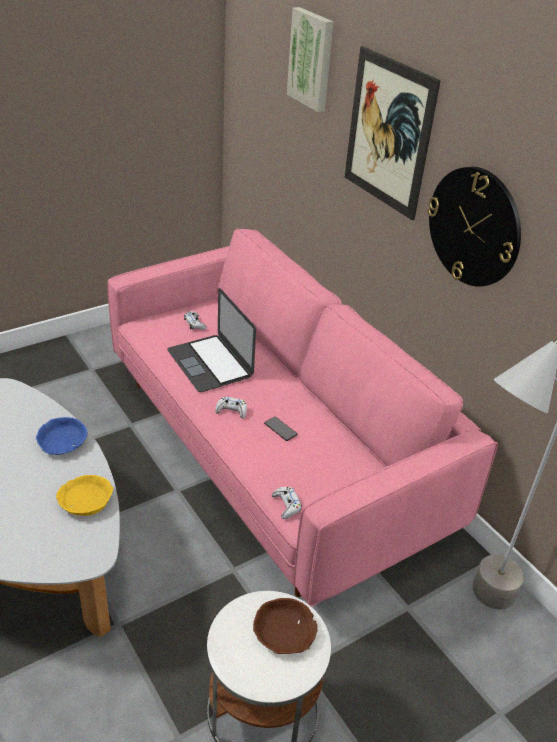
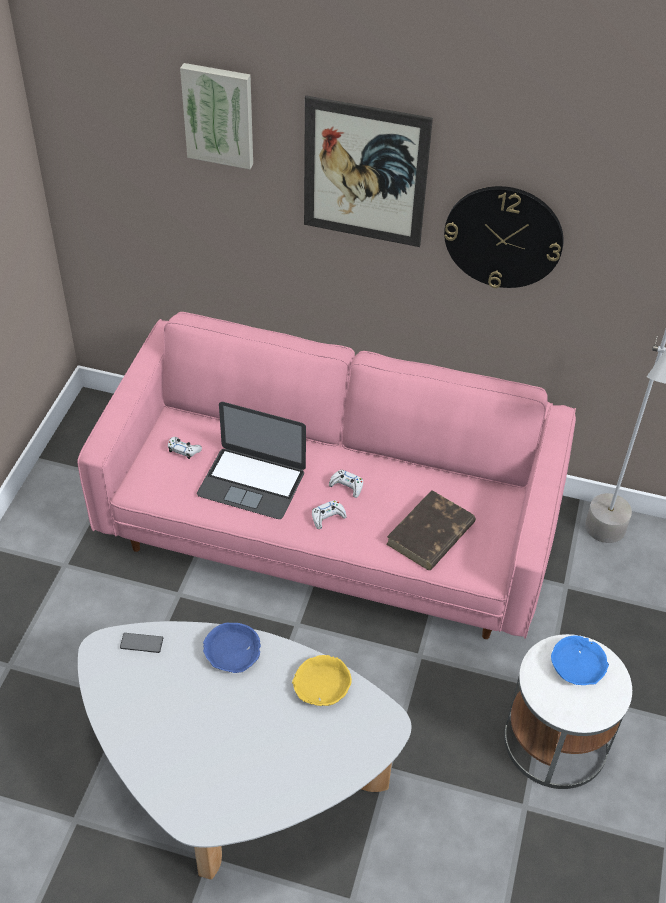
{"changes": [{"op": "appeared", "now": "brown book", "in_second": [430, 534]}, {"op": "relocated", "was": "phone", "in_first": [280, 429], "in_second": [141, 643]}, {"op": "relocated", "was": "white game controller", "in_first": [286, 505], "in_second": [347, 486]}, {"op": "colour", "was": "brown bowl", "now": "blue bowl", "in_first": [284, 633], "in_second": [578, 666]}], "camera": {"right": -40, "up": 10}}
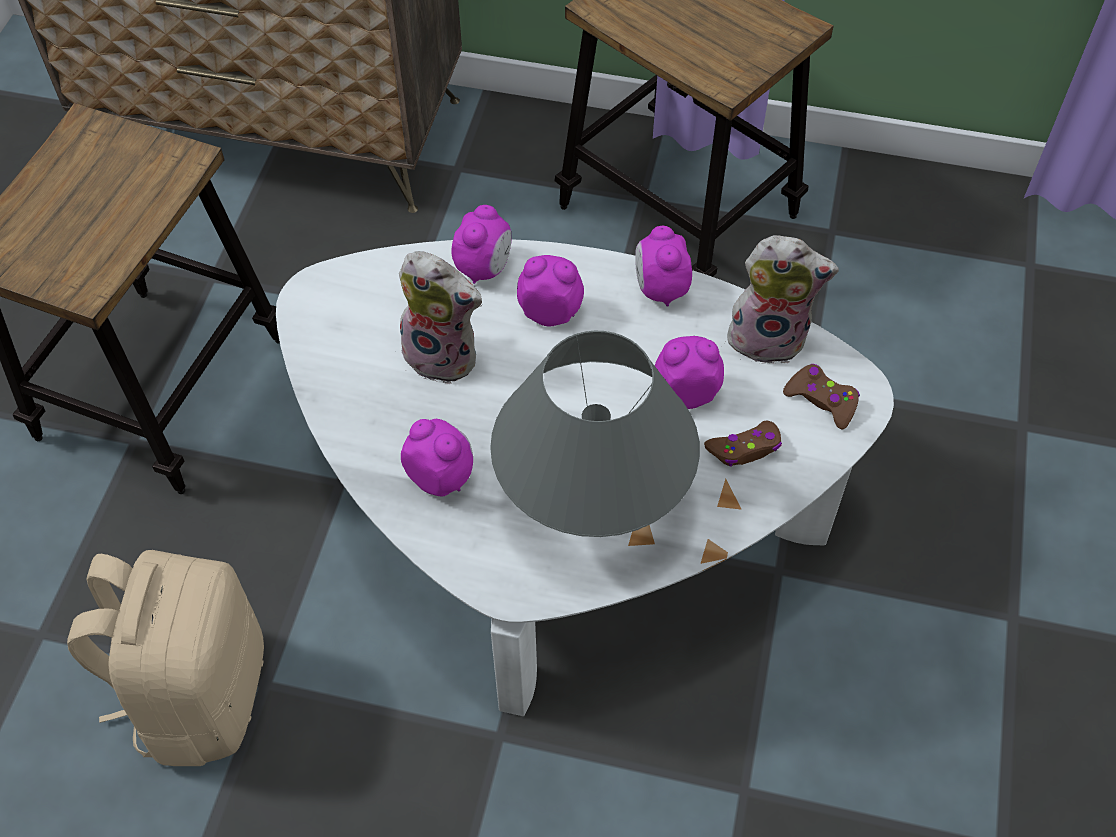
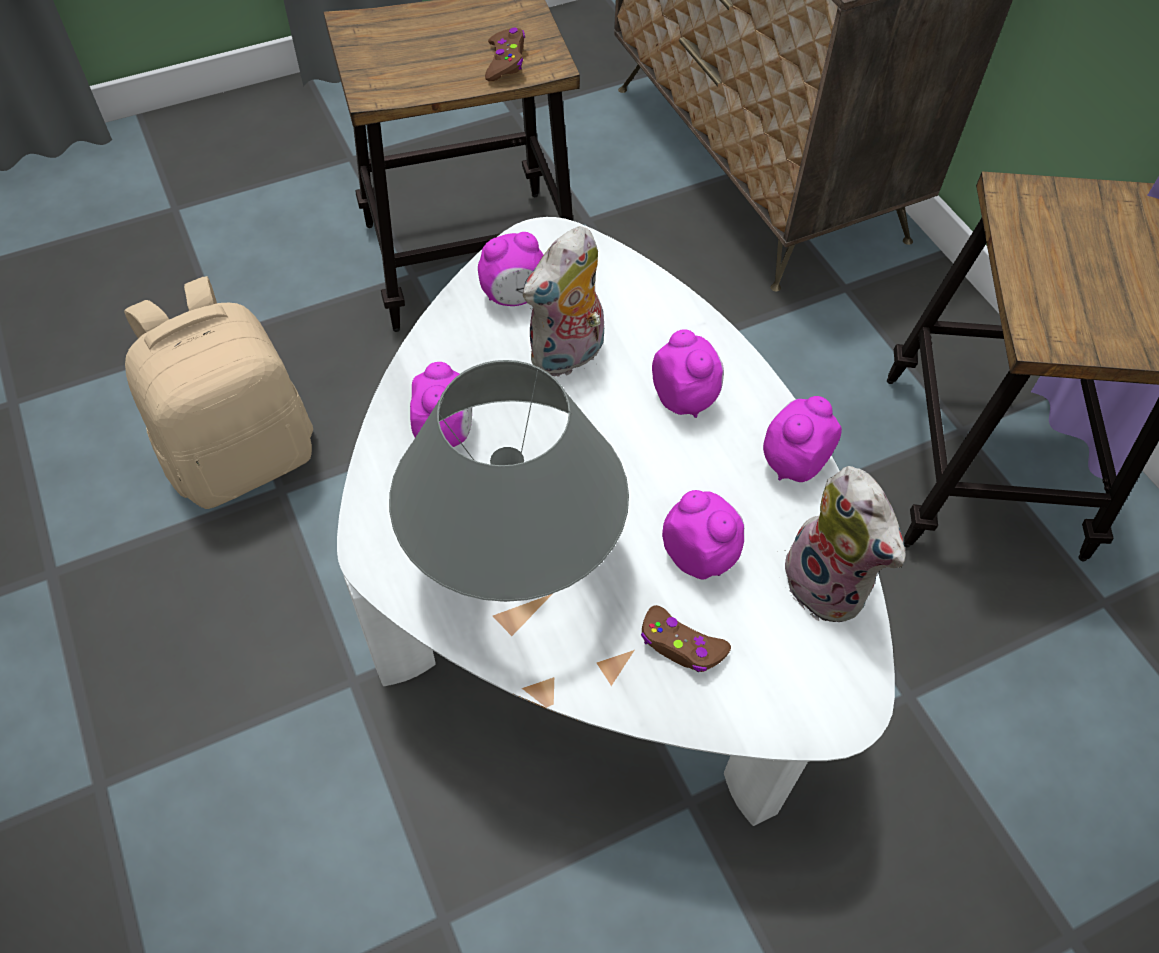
{"changes": [{"op": "relocated", "was": "alarm clock", "in_first": [484, 268], "in_second": [514, 296]}, {"op": "relocated", "was": "brown game controller", "in_first": [822, 400], "in_second": [505, 62]}, {"op": "spun", "was": "plush toy", "in_first": [445, 355], "in_second": [568, 357], "clockwise": 60}], "camera": {"right": 50, "up": 0}}
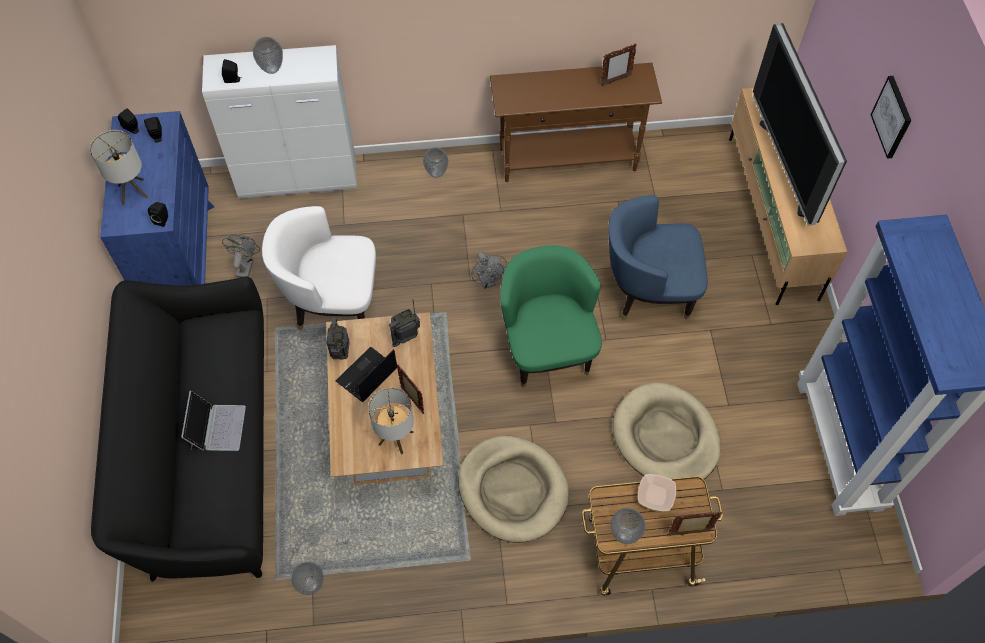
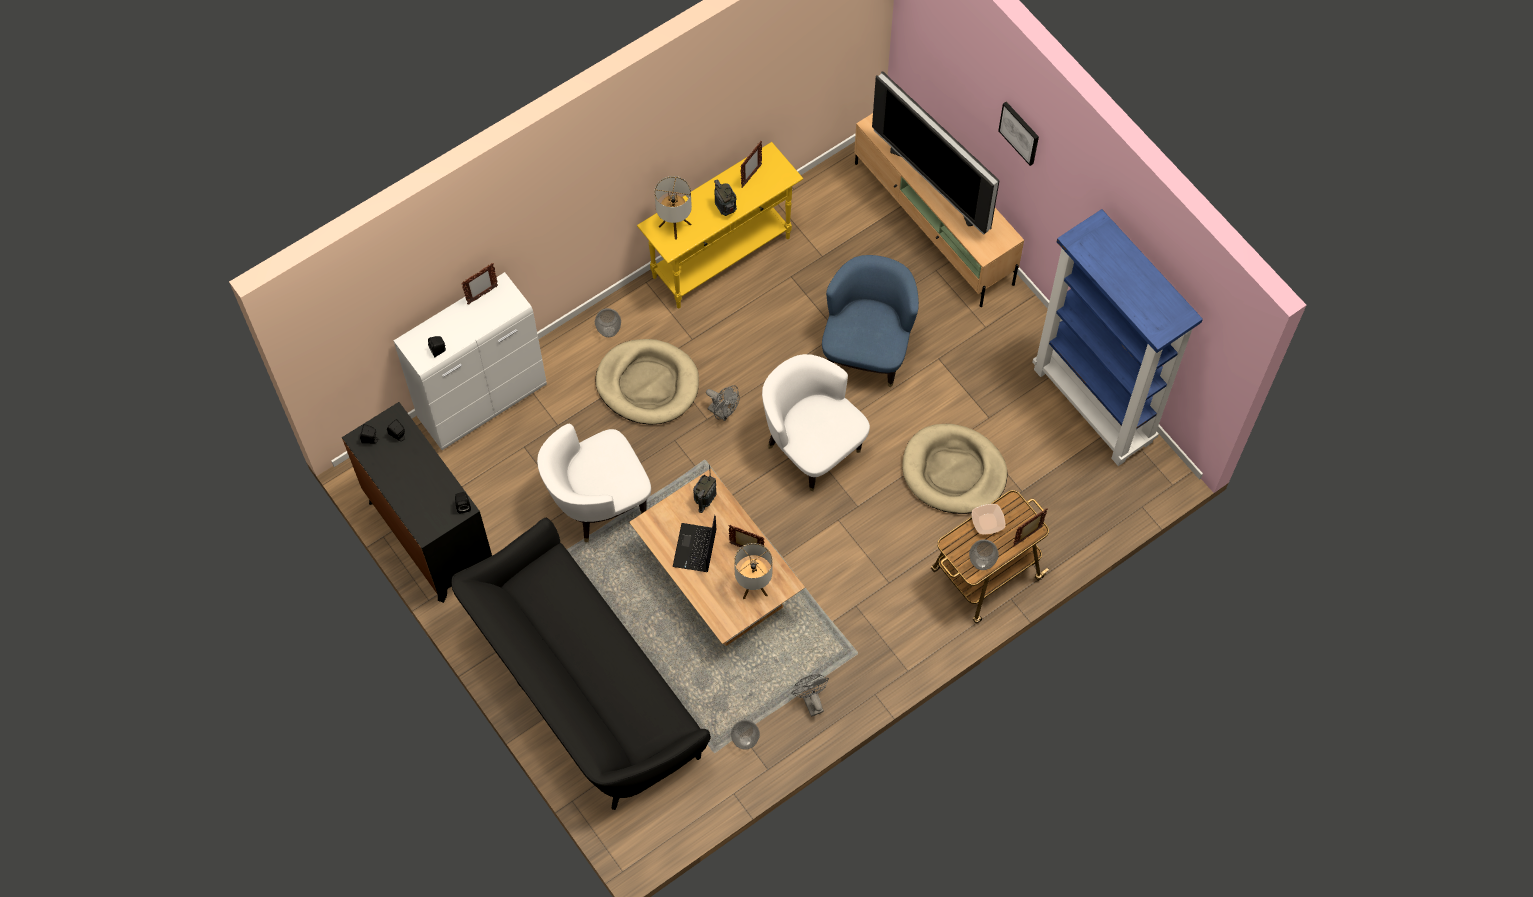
{"changes": [{"op": "missing", "was": "laptop", "in_first": [217, 427]}, {"op": "missing", "was": "vase", "in_first": [271, 69]}, {"op": "appeared", "now": "picture frame", "in_second": [482, 295]}, {"op": "relocated", "was": "table lamp", "in_first": [133, 191], "in_second": [675, 225]}, {"op": "relocated", "was": "grey fan", "in_first": [245, 266], "in_second": [811, 700]}, {"op": "relocated", "was": "radio", "in_first": [341, 352], "in_second": [725, 209]}, {"op": "relocated", "was": "beige dog bed", "in_first": [513, 490], "in_second": [648, 384]}, {"op": "colour", "was": "blue dresser", "now": "black dresser", "in_first": [181, 258], "in_second": [430, 534]}, {"op": "colour", "was": "brown console table", "now": "yellow console table", "in_first": [568, 160], "in_second": [722, 257]}, {"op": "colour", "was": "green armchair", "now": "white armchair", "in_first": [546, 348], "in_second": [811, 446]}, {"op": "spun", "was": "blue armchair", "in_first": [649, 291], "in_second": [867, 349], "clockwise": 135}], "camera": {"right": -30, "up": 5}}
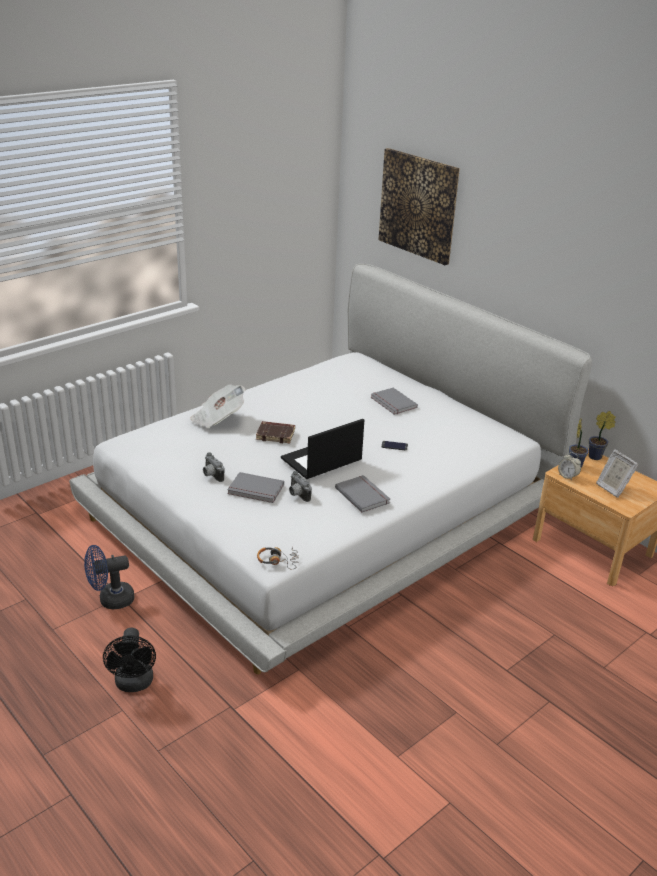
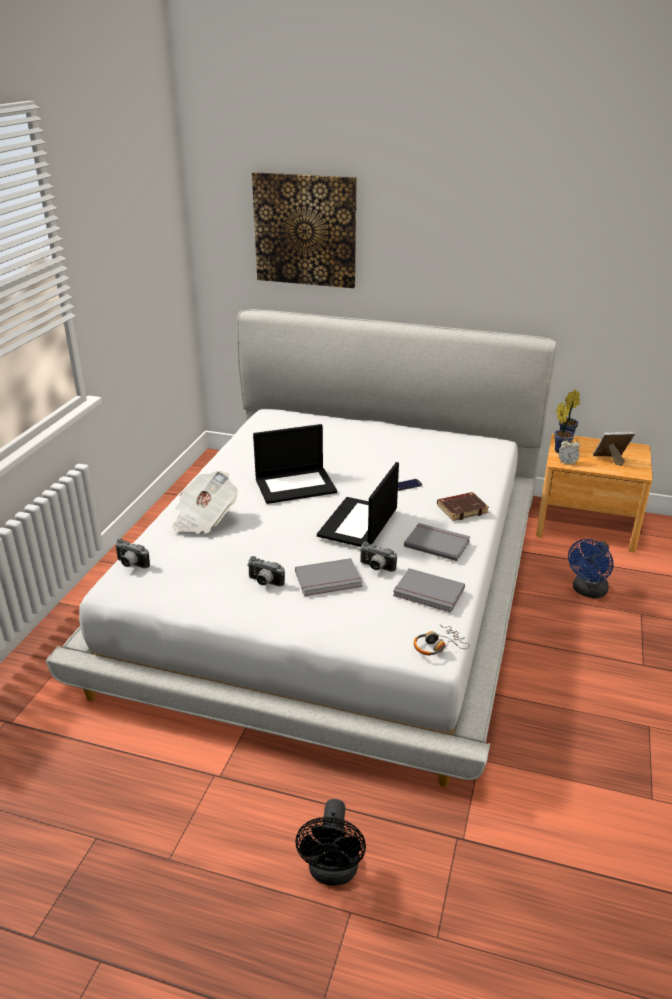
{"changes": [{"op": "appeared", "now": "photo camera", "in_second": [130, 565]}, {"op": "appeared", "now": "laptop", "in_second": [296, 485]}, {"op": "relocated", "was": "blue fan", "in_first": [110, 600], "in_second": [587, 591]}, {"op": "relocated", "was": "brown book", "in_first": [276, 435], "in_second": [462, 509]}, {"op": "relocated", "was": "grey book", "in_first": [392, 403], "in_second": [428, 593]}, {"op": "spun", "was": "black fan", "in_first": [134, 684], "in_second": [332, 872], "clockwise": 45}, {"op": "spun", "was": "picture frame", "in_first": [612, 488], "in_second": [610, 460], "clockwise": 150}], "camera": {"right": -30, "up": 0}}
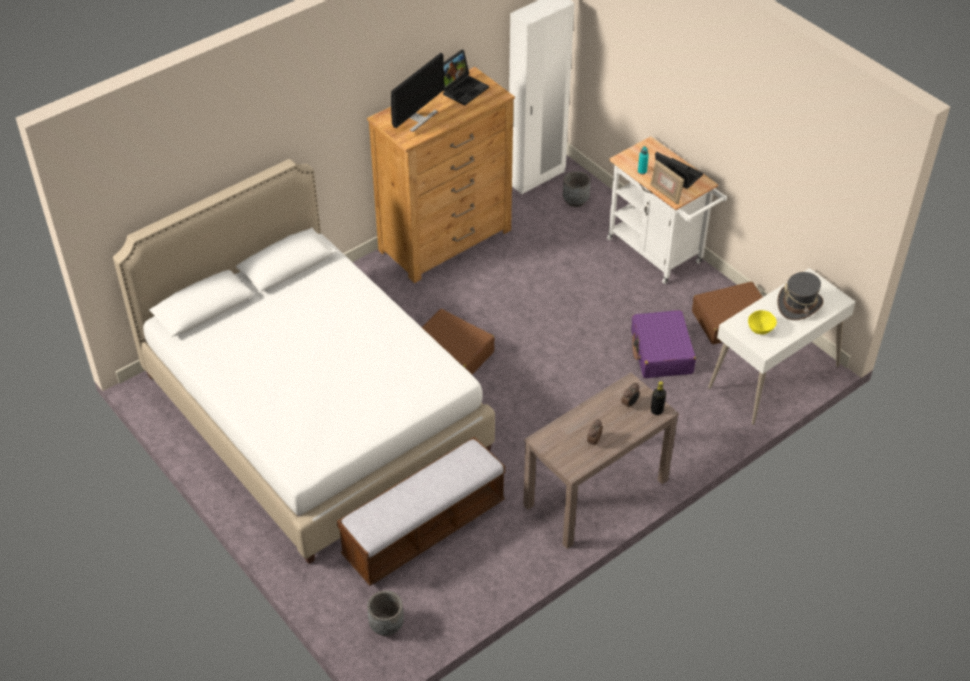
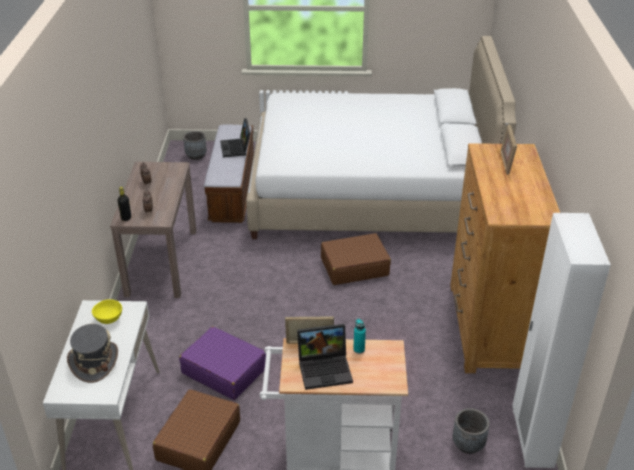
{"changes": [{"op": "relocated", "was": "laptop", "in_first": [463, 88], "in_second": [236, 148]}, {"op": "exchanged", "was": "monitor", "now": "picture frame", "in_first": [418, 119], "in_second": [506, 163]}], "camera": {"right": 130, "up": -10}}
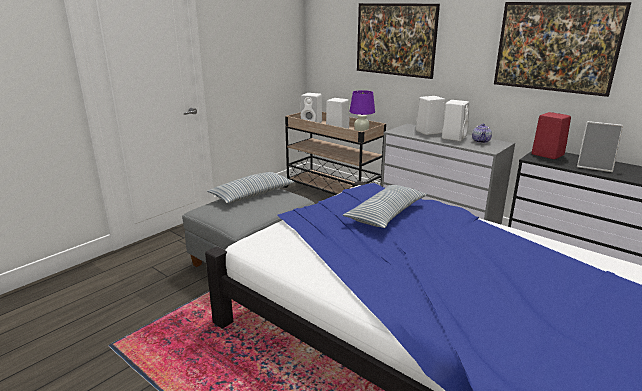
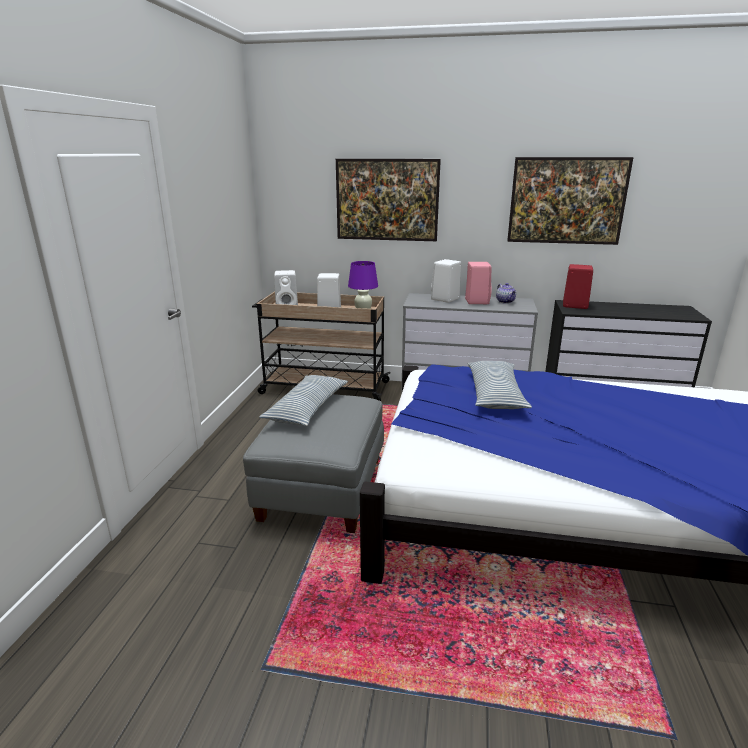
{"changes": [{"op": "missing", "was": "picture frame", "in_first": [594, 166]}, {"op": "colour", "was": "white speaker", "now": "pink speaker", "in_first": [453, 137], "in_second": [476, 301]}], "camera": {"right": -30, "up": 0}}
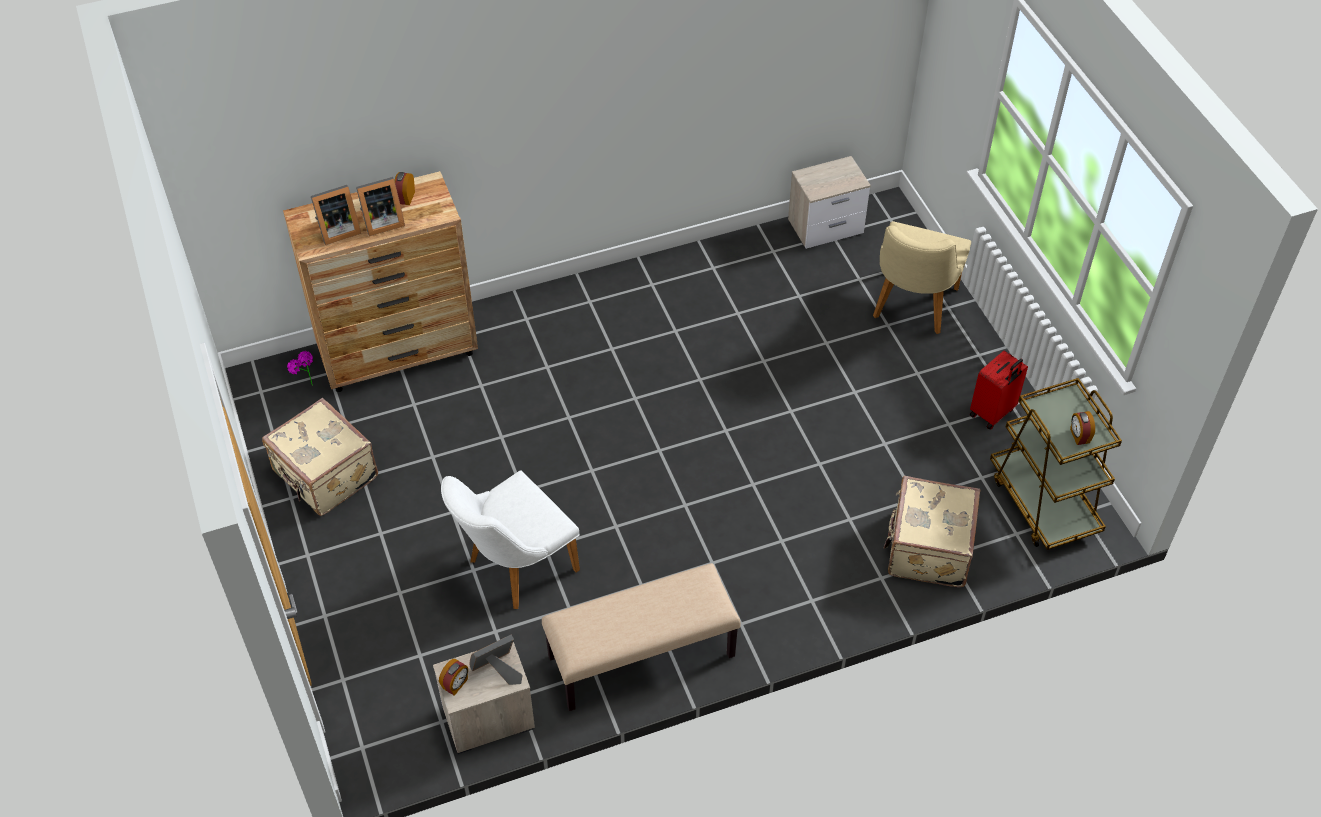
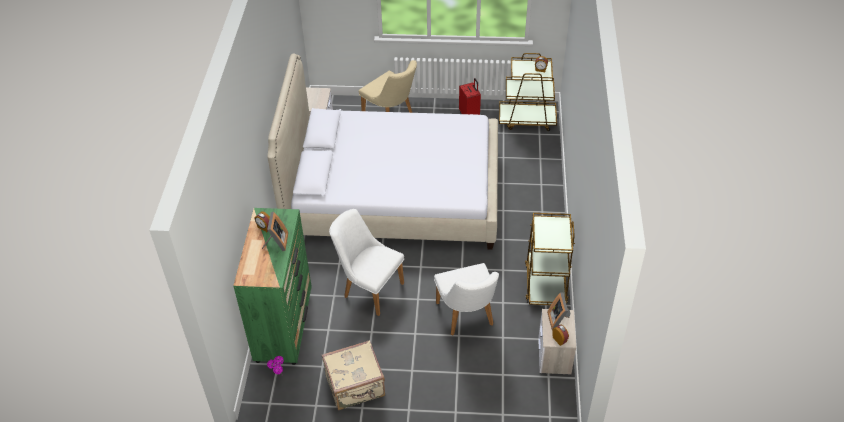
{"changes": [{"op": "missing", "was": "picture frame", "in_first": [337, 230]}, {"op": "missing", "was": "beige suitcase", "in_first": [927, 549]}, {"op": "appeared", "now": "bed", "in_second": [393, 193]}, {"op": "appeared", "now": "white chair", "in_second": [368, 288]}, {"op": "exchanged", "was": "beige bench", "now": "brown cart", "in_first": [641, 657], "in_second": [545, 283]}, {"op": "colour", "was": "brown dresser", "now": "green dresser", "in_first": [399, 352], "in_second": [284, 326]}], "camera": {"right": -65, "up": -5}}
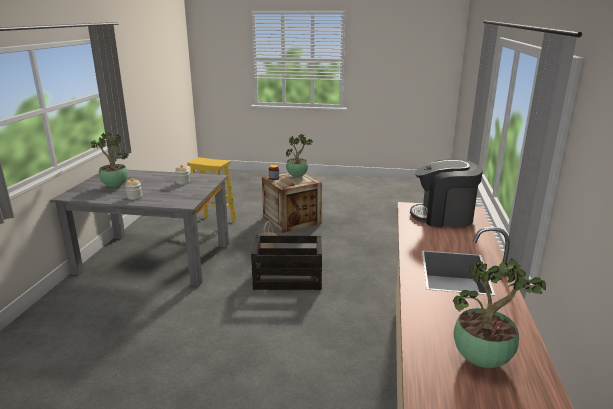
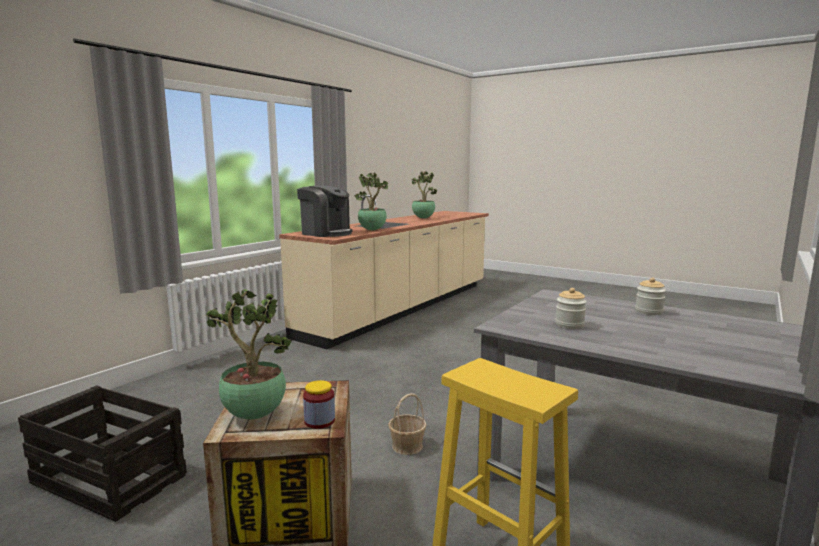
{"changes": [{"op": "relocated", "was": "potted plant", "in_first": [114, 186], "in_second": [373, 230]}, {"op": "relocated", "was": "crate", "in_first": [288, 279], "in_second": [108, 479]}], "camera": {"right": -155, "up": -10}}
